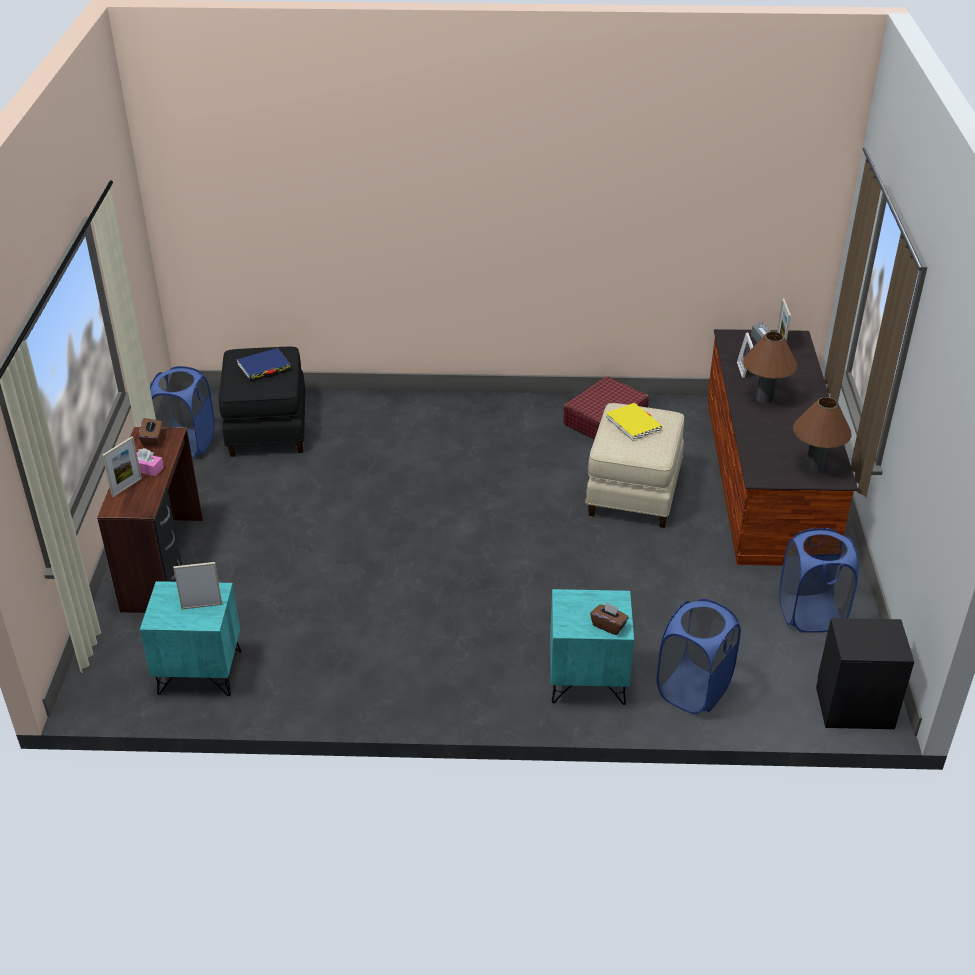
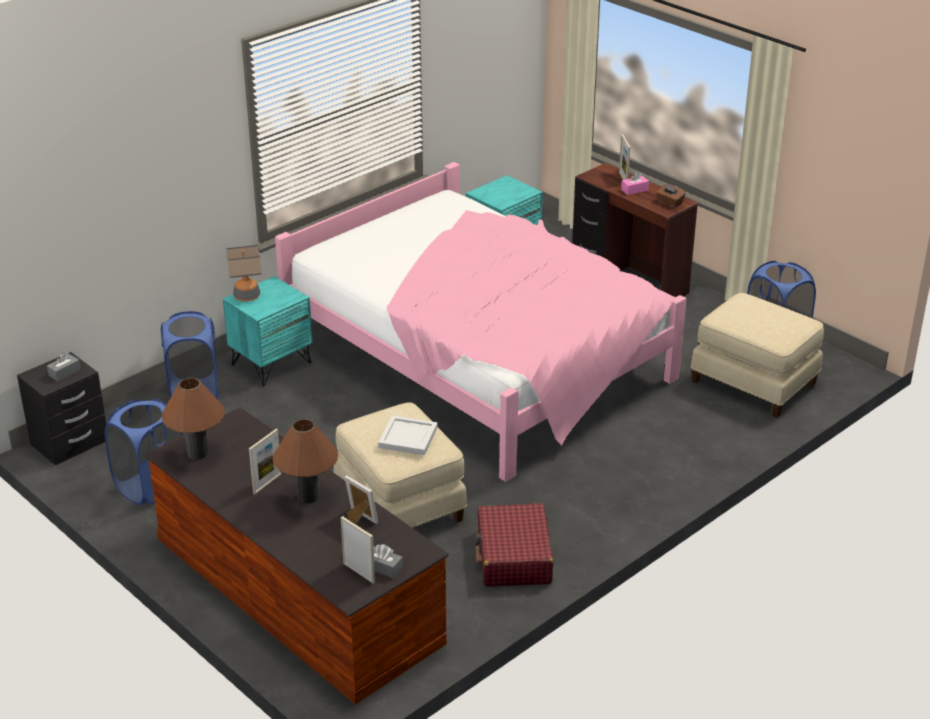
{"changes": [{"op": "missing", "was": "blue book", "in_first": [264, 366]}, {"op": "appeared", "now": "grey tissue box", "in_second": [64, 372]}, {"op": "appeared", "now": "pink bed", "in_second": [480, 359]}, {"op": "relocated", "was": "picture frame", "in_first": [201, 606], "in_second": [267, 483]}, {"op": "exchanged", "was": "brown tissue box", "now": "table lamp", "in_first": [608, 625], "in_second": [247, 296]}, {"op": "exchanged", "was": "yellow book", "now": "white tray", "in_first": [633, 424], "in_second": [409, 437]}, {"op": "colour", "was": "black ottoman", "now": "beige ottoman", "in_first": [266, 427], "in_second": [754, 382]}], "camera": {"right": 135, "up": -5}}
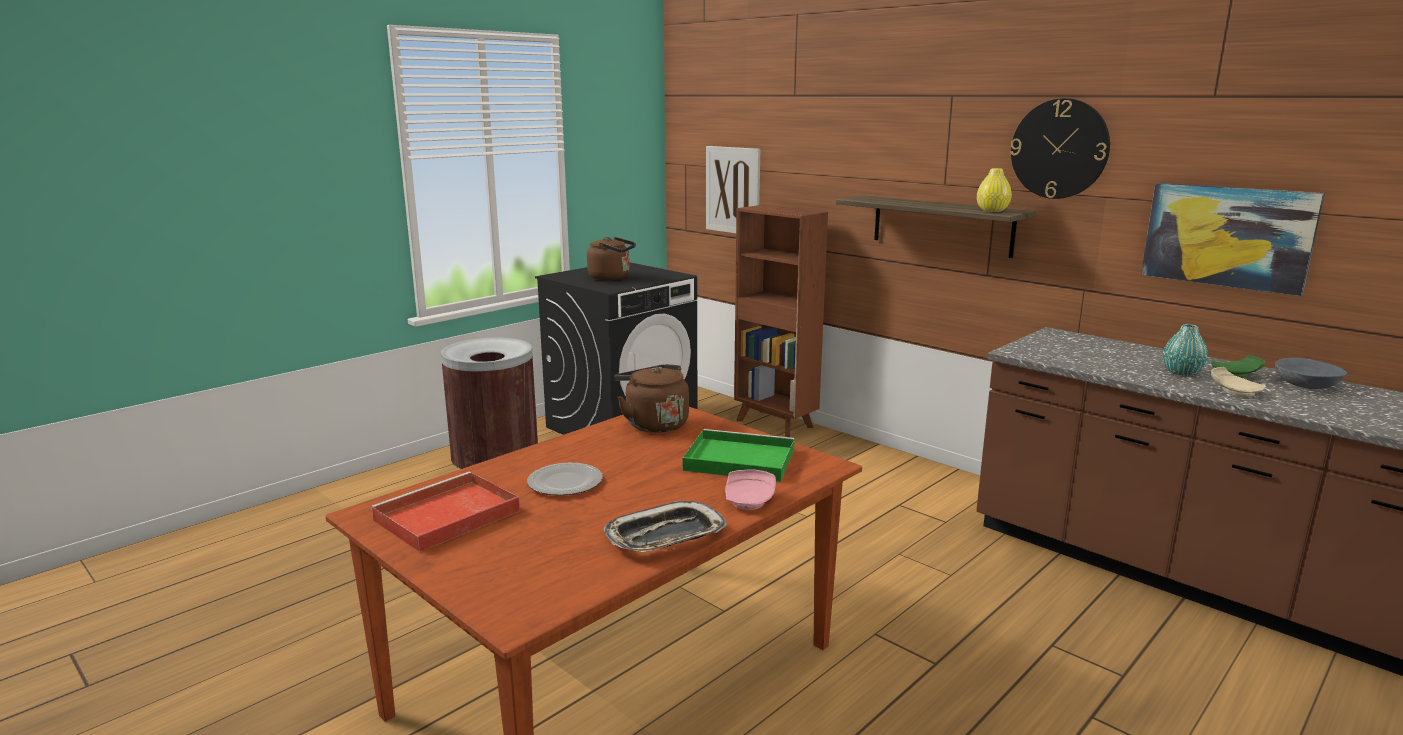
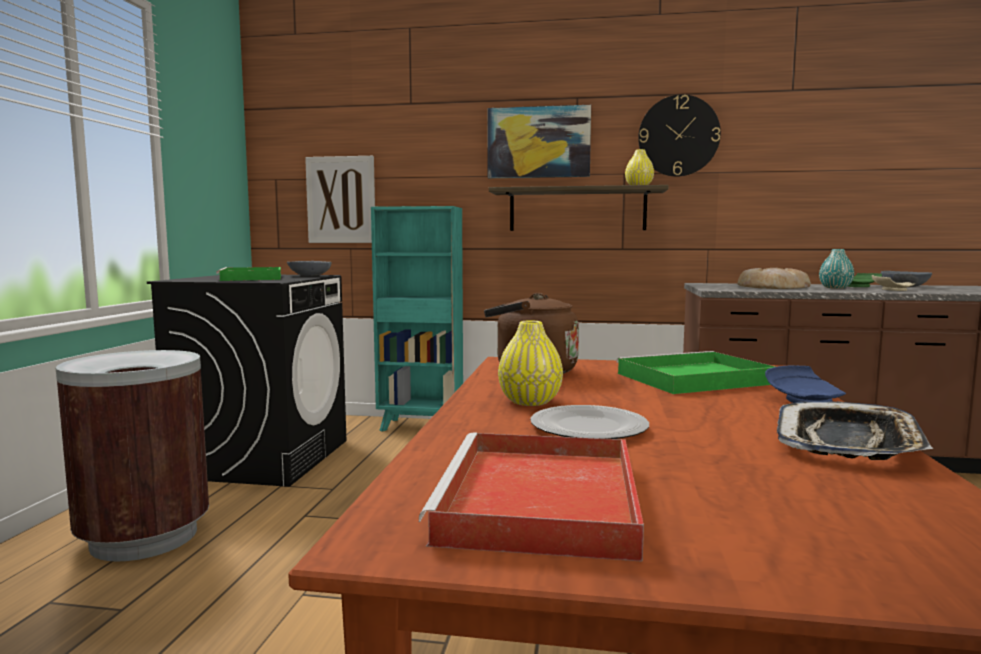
{"changes": [{"op": "appeared", "now": "grey bowl", "in_second": [309, 275]}, {"op": "appeared", "now": "yellow vase", "in_second": [530, 402]}, {"op": "appeared", "now": "bread", "in_second": [771, 287]}, {"op": "relocated", "was": "picture", "in_first": [1227, 236], "in_second": [538, 142]}, {"op": "exchanged", "was": "brown kettle", "now": "green tray", "in_first": [612, 278], "in_second": [252, 278]}, {"op": "colour", "was": "pink plate", "now": "blue plate", "in_first": [749, 500], "in_second": [804, 400]}, {"op": "colour", "was": "brown bookcase", "now": "turquoise bookcase", "in_first": [775, 424], "in_second": [421, 427]}], "camera": {"right": -35, "up": -10}}
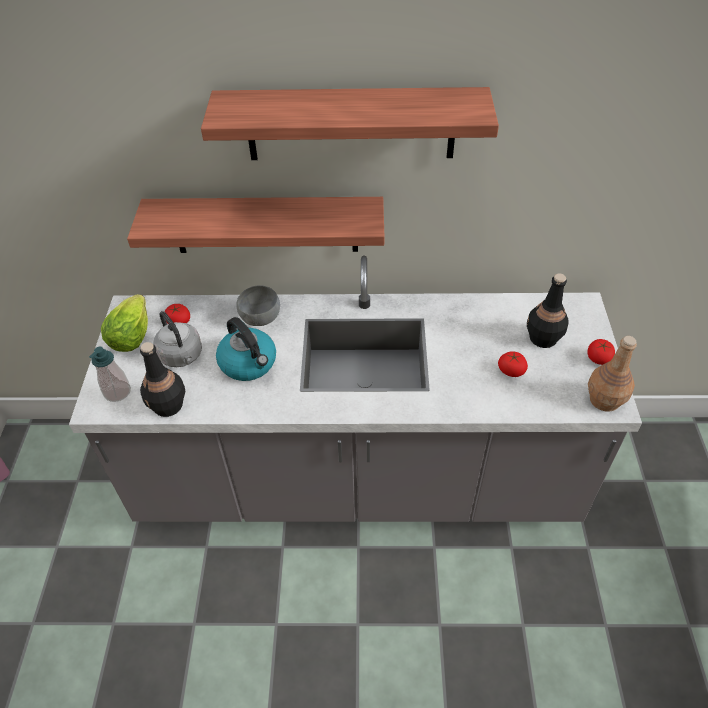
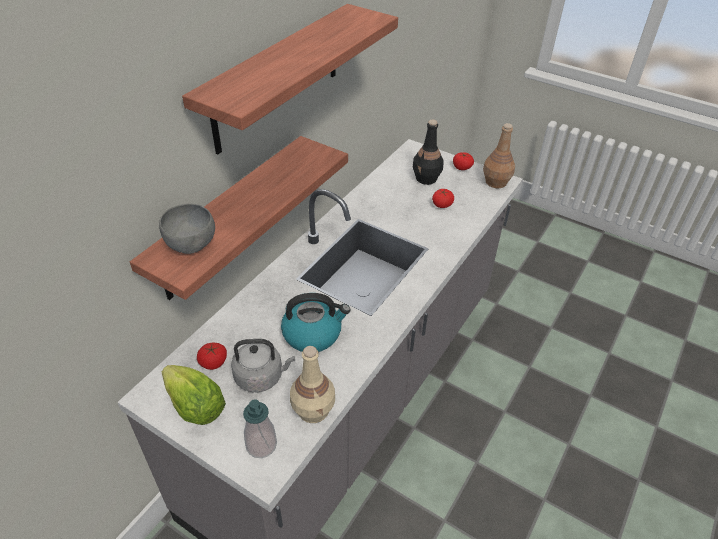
{"changes": [{"op": "relocated", "was": "grey bowl", "in_first": [260, 318], "in_second": [191, 244]}, {"op": "colour", "was": "black bottle", "now": "beige bottle", "in_first": [168, 405], "in_second": [313, 409]}], "camera": {"right": -60, "up": -5}}
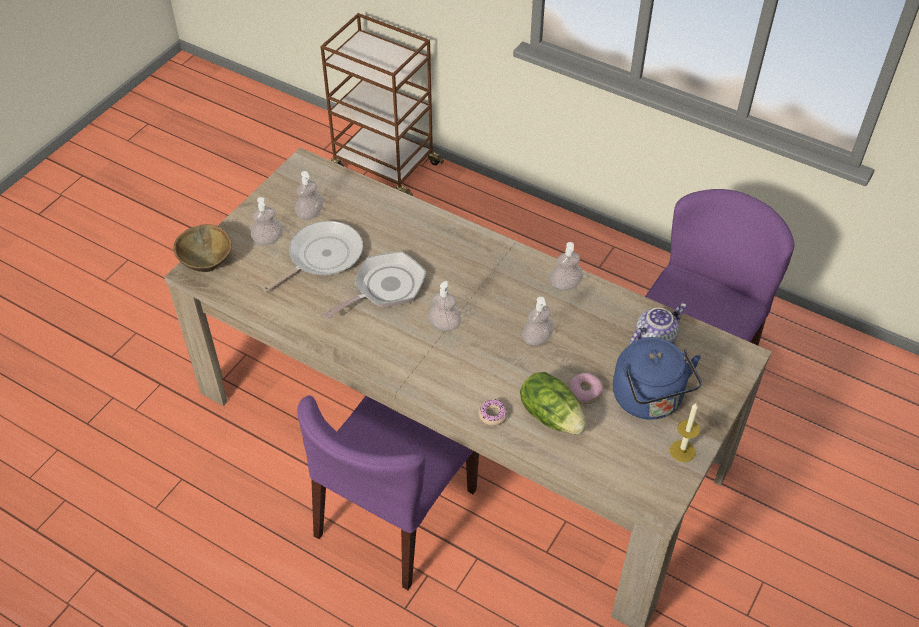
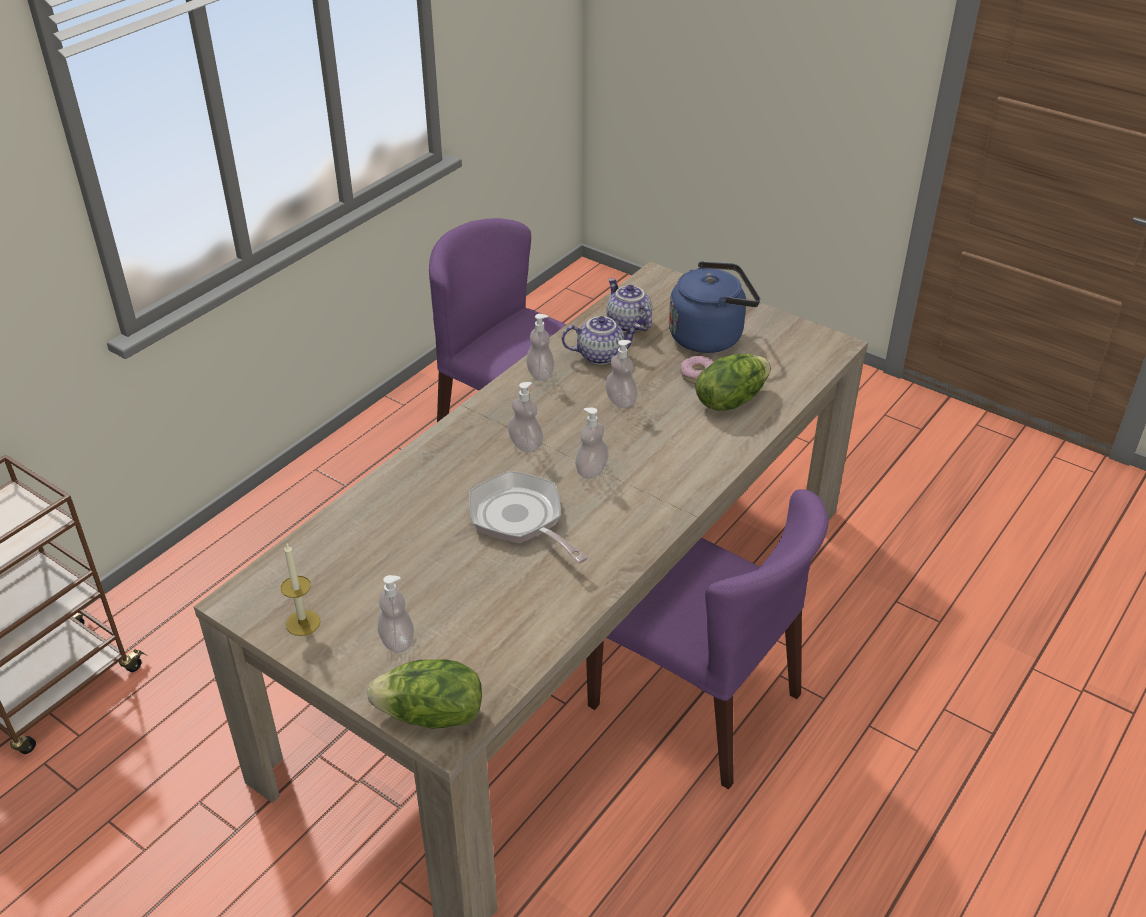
{"changes": [{"op": "missing", "was": "frying pan", "in_first": [322, 256]}, {"op": "missing", "was": "donut", "in_first": [493, 415]}, {"op": "appeared", "now": "teapot", "in_second": [600, 355]}, {"op": "relocated", "was": "soap dispenser", "in_first": [310, 213], "in_second": [525, 444]}, {"op": "relocated", "was": "candle", "in_first": [682, 451], "in_second": [303, 623]}, {"op": "exchanged", "was": "brown bowl", "now": "lettuce", "in_first": [207, 263], "in_second": [431, 716]}], "camera": {"right": -85, "up": -10}}
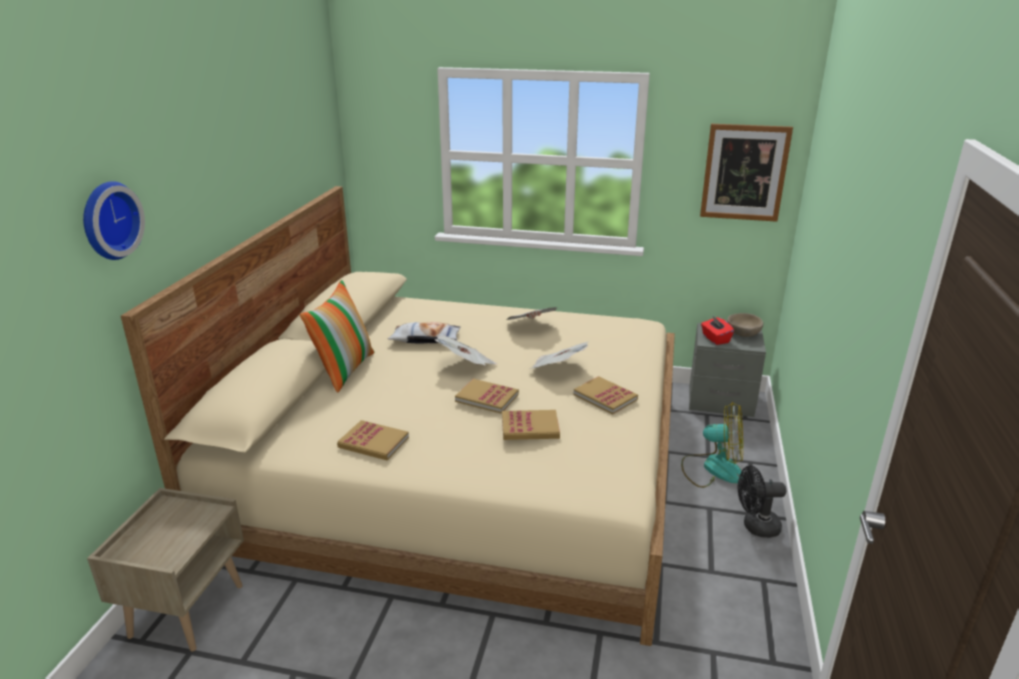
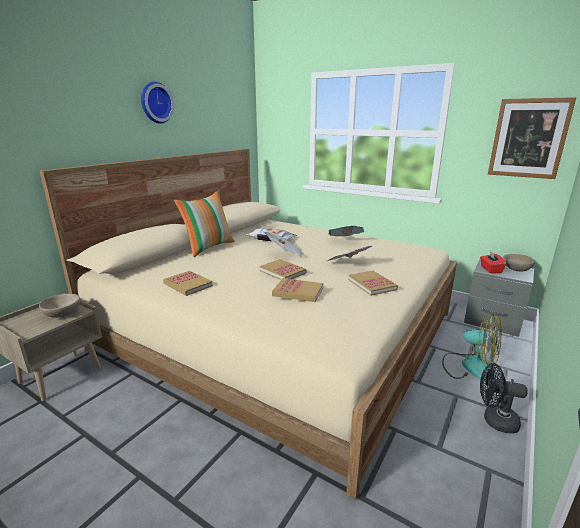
{"changes": [{"op": "appeared", "now": "beige bowl", "in_second": [62, 314]}, {"op": "relocated", "was": "wall clock", "in_first": [108, 220], "in_second": [155, 103]}], "camera": {"right": 20, "up": -5}}
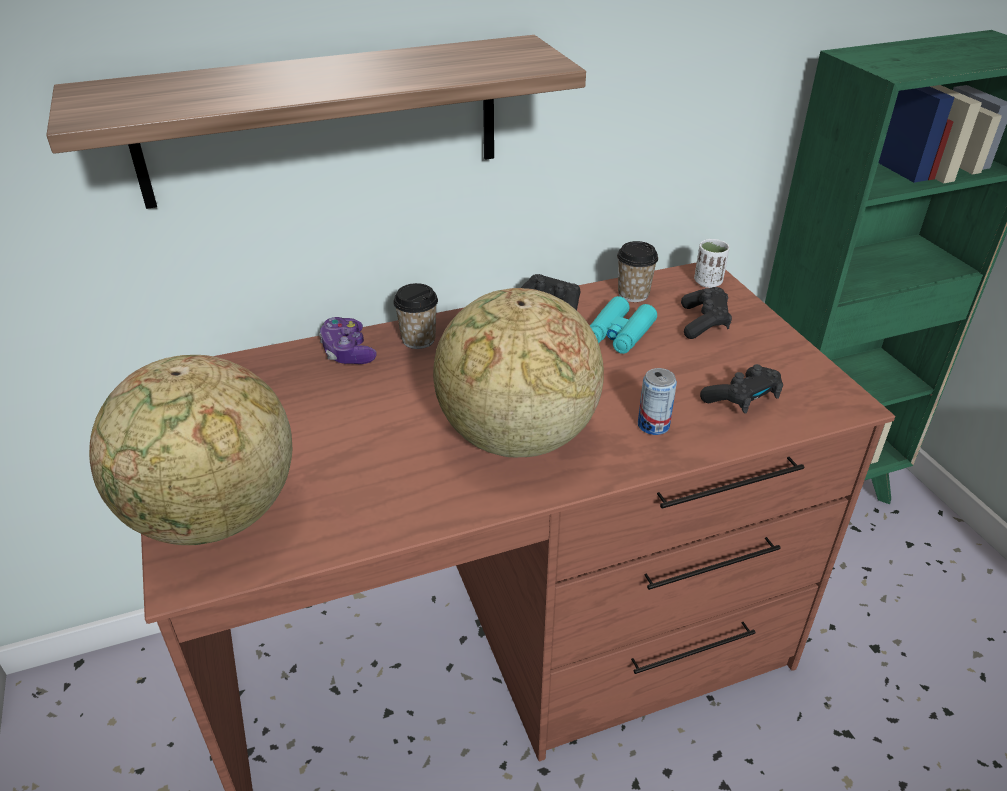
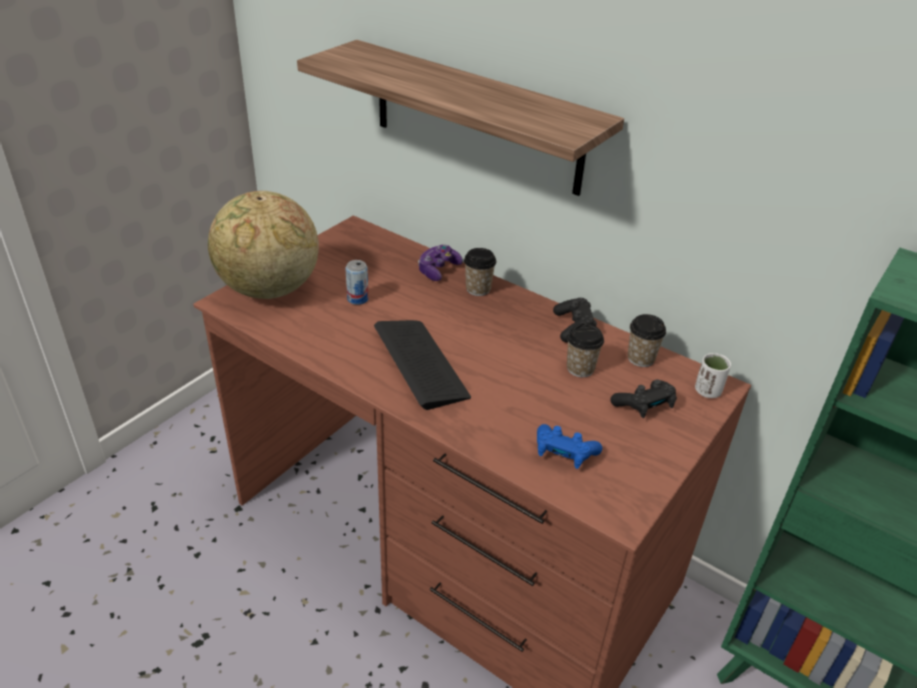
{"changes": [{"op": "relocated", "was": "can", "in_first": [653, 425], "in_second": [357, 299]}, {"op": "exchanged", "was": "globe", "now": "keyboard", "in_first": [516, 437], "in_second": [420, 363]}, {"op": "exchanged", "was": "turquoise binoculars", "now": "cup", "in_first": [619, 334], "in_second": [580, 368]}, {"op": "colour", "was": "black game controller", "now": "blue game controller", "in_first": [742, 400], "in_second": [564, 454]}], "camera": {"right": 55, "up": 0}}
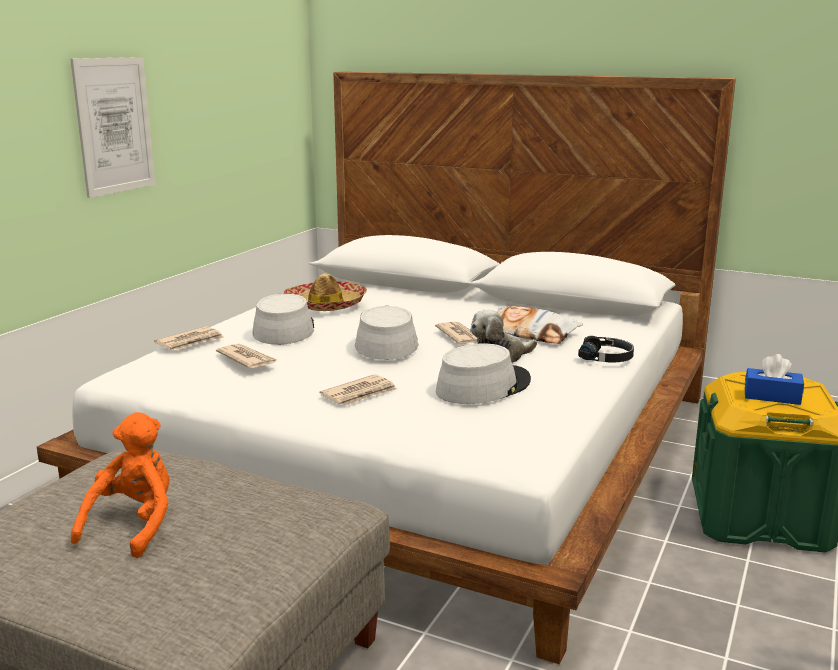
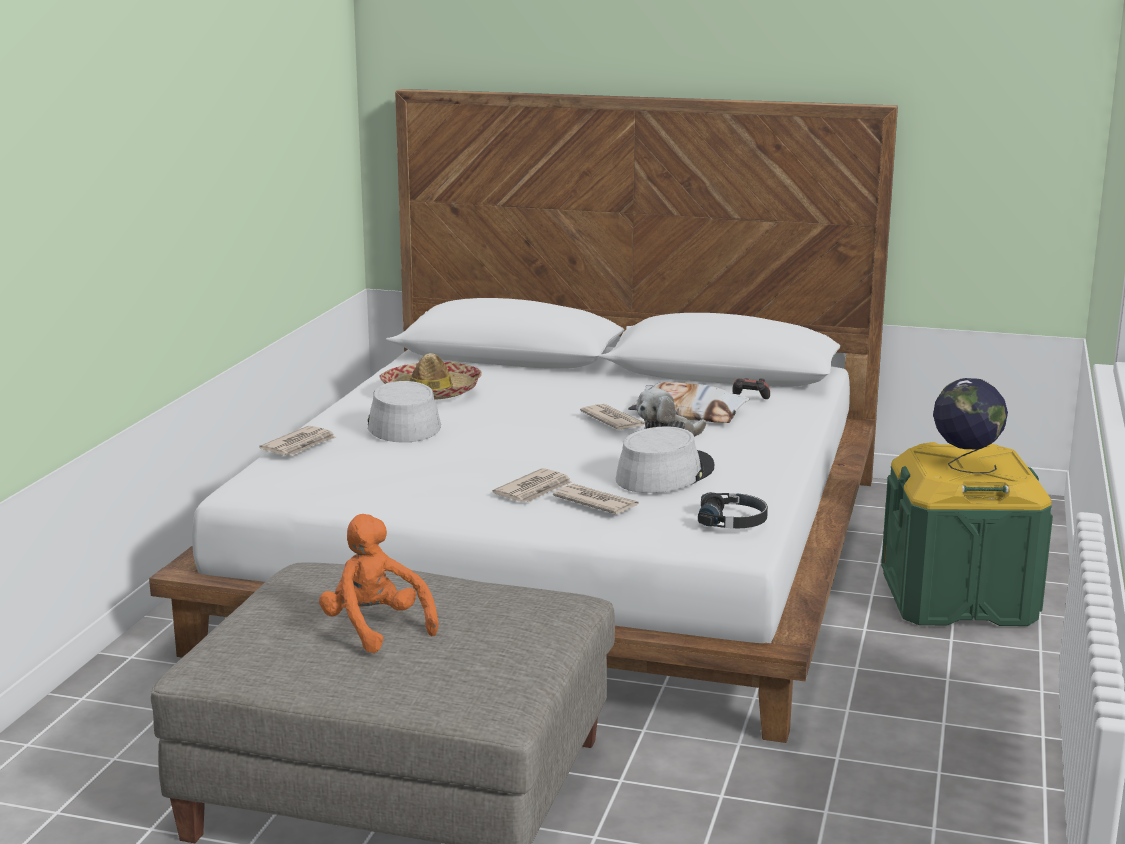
{"changes": [{"op": "missing", "was": "picture", "in_first": [114, 125]}, {"op": "missing", "was": "grey hat", "in_first": [386, 343]}, {"op": "appeared", "now": "game controller", "in_second": [750, 400]}, {"op": "relocated", "was": "newspaper", "in_first": [247, 359], "in_second": [596, 502]}, {"op": "relocated", "was": "black headphones", "in_first": [606, 358], "in_second": [732, 521]}, {"op": "exchanged", "was": "blue tissue box", "now": "globe", "in_first": [772, 396], "in_second": [965, 466]}, {"op": "spun", "was": "orange plush toy", "in_first": [134, 525], "in_second": [375, 628], "clockwise": -45}], "camera": {"right": -10, "up": 0}}
